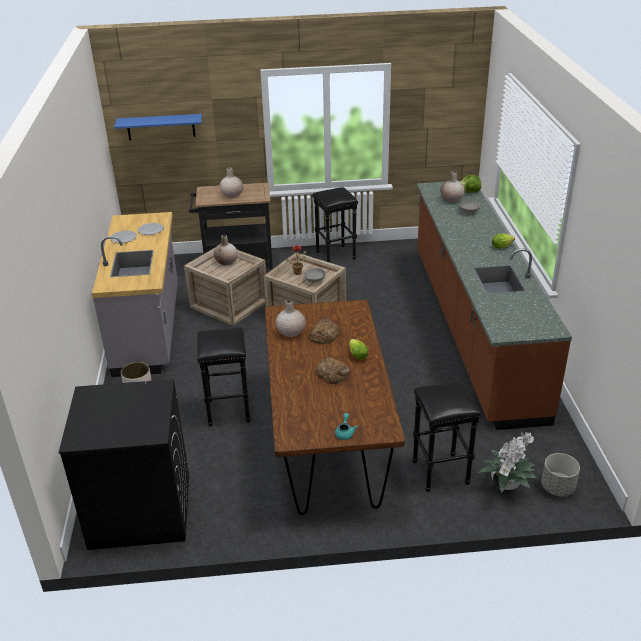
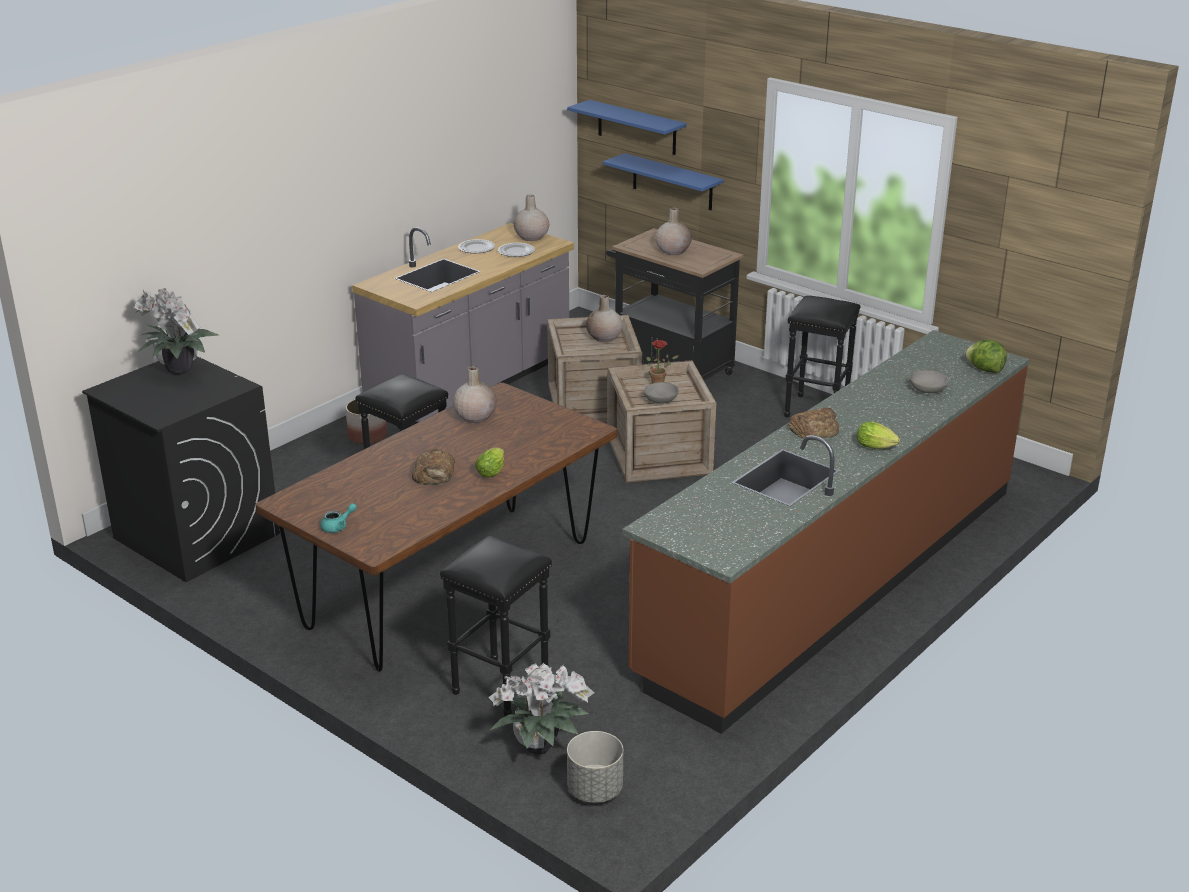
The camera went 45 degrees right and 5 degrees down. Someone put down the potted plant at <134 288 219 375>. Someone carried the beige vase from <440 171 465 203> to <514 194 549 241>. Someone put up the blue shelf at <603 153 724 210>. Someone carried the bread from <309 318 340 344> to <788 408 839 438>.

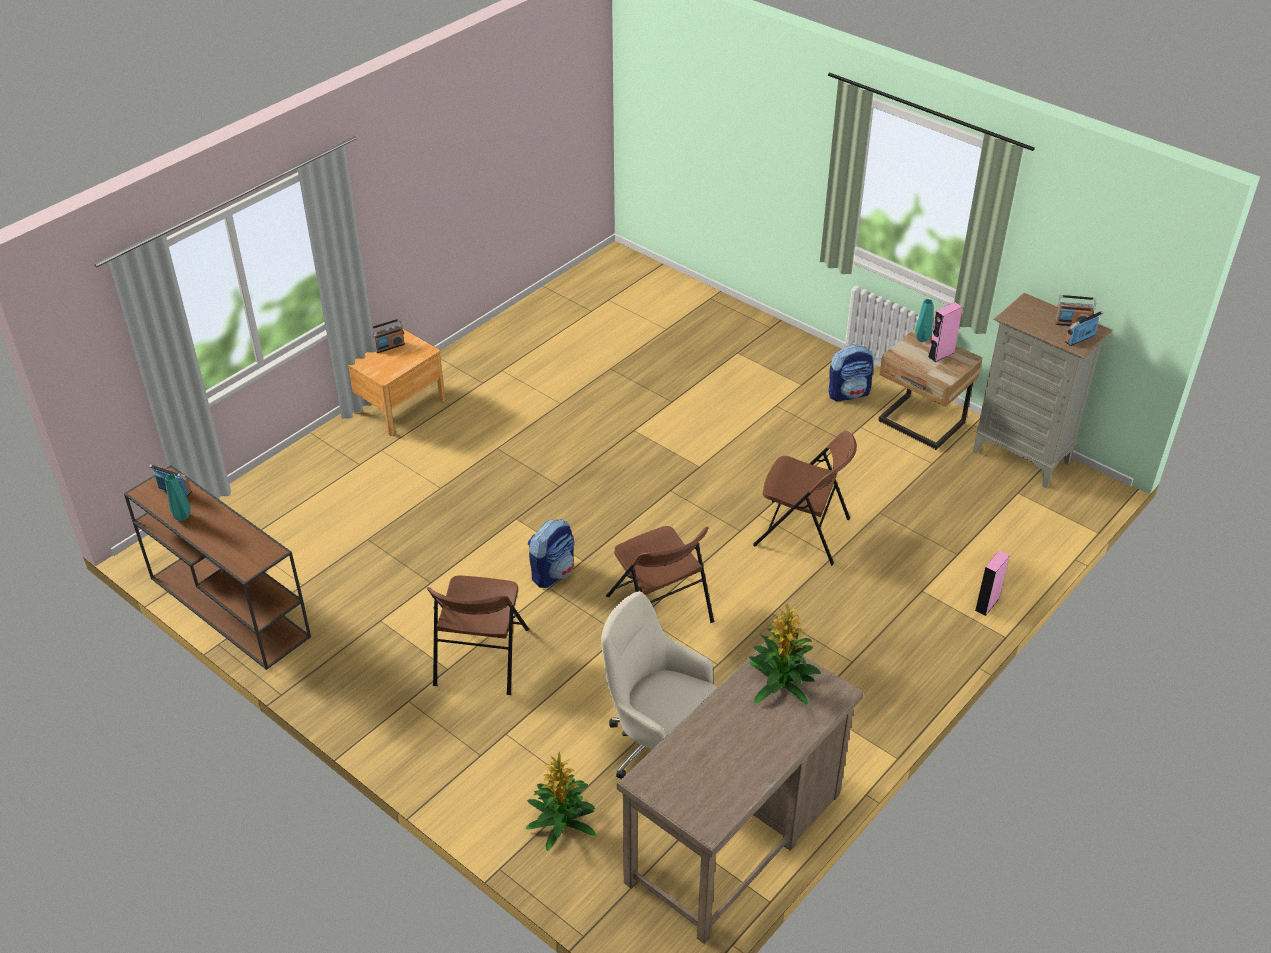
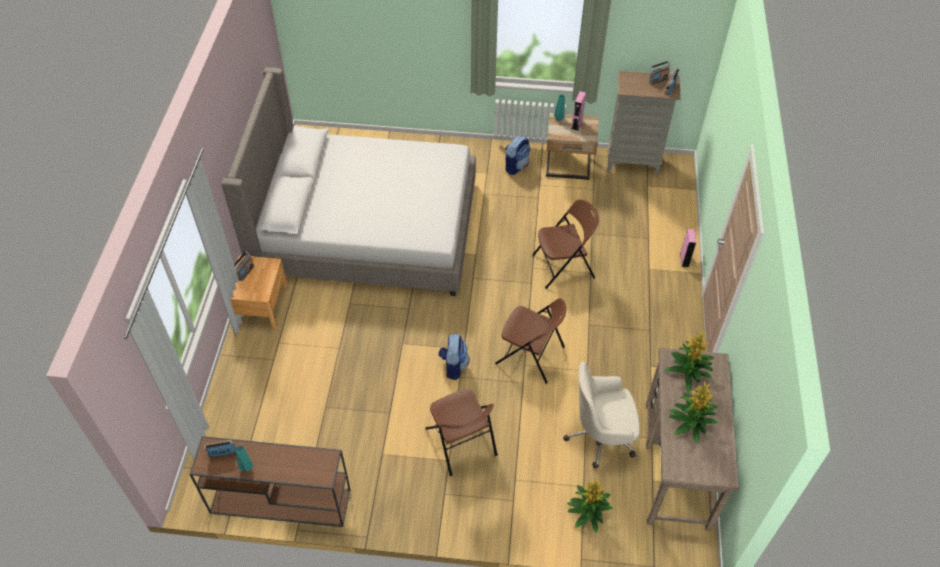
The camera went 35 degrees left and 10 degrees up. Someone put down the bed at <221 67 476 296>. Someone put down the potted plant at <669 381 718 444>.

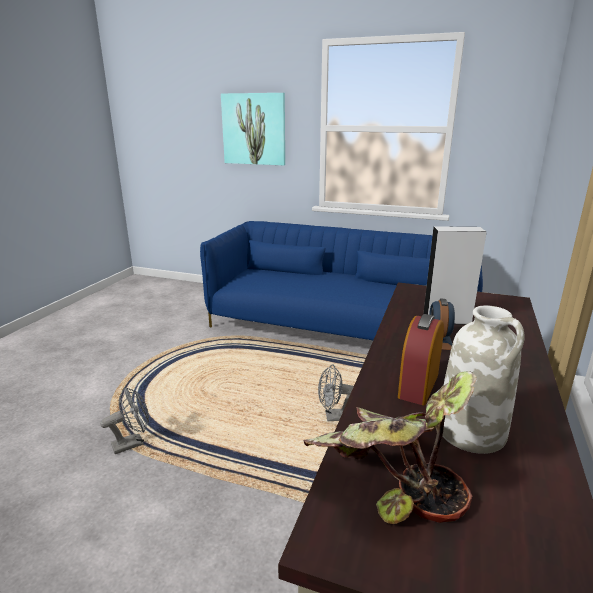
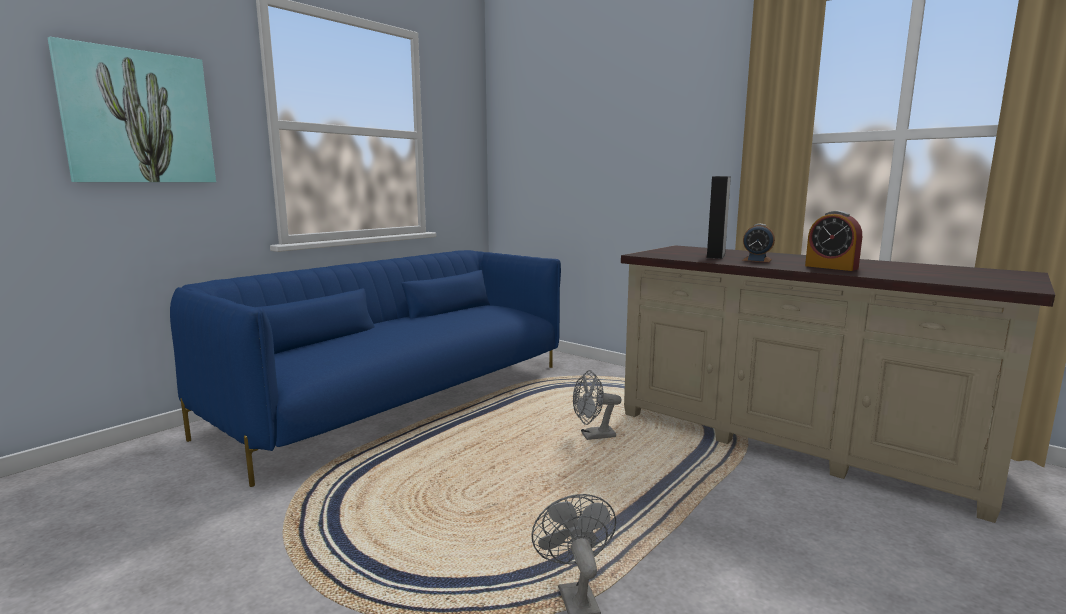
The camera went 70 degrees left and 10 degrees down. Someone rotated the grey fan at <318 364 354 421> by 60 degrees clockwise. Someone took away the potted plant at <304 371 476 524>. Someone took away the white vase at <442 305 524 454>.

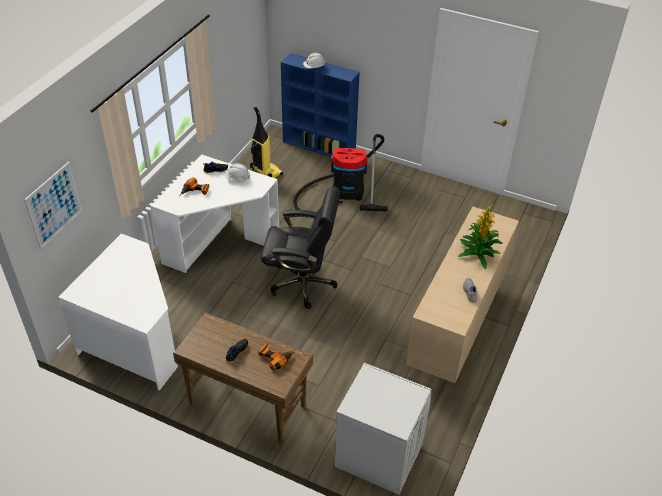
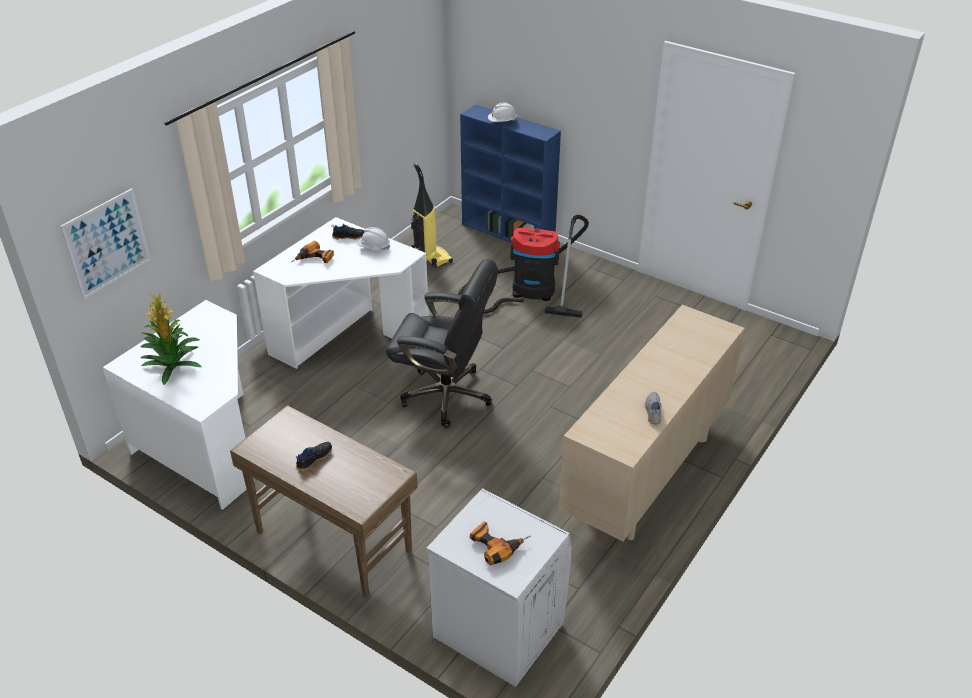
The camera went 10 degrees right and 5 degrees down. Someone carried the potted plant from <458 205 503 270> to <140 293 201 385>. Someone carried the power drill from <258 343 297 371> to <470 522 530 565>.

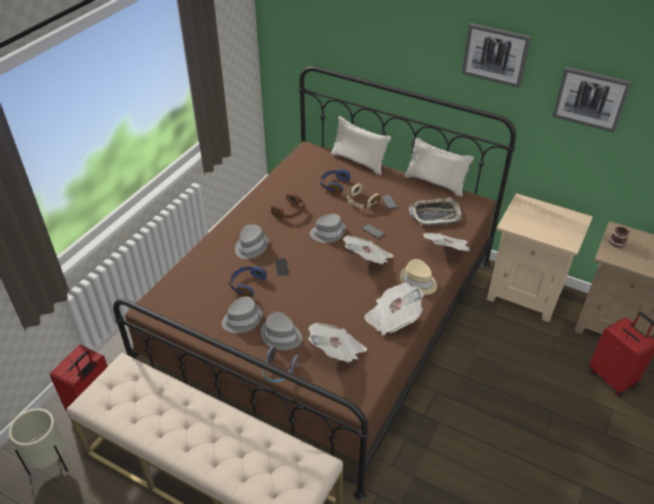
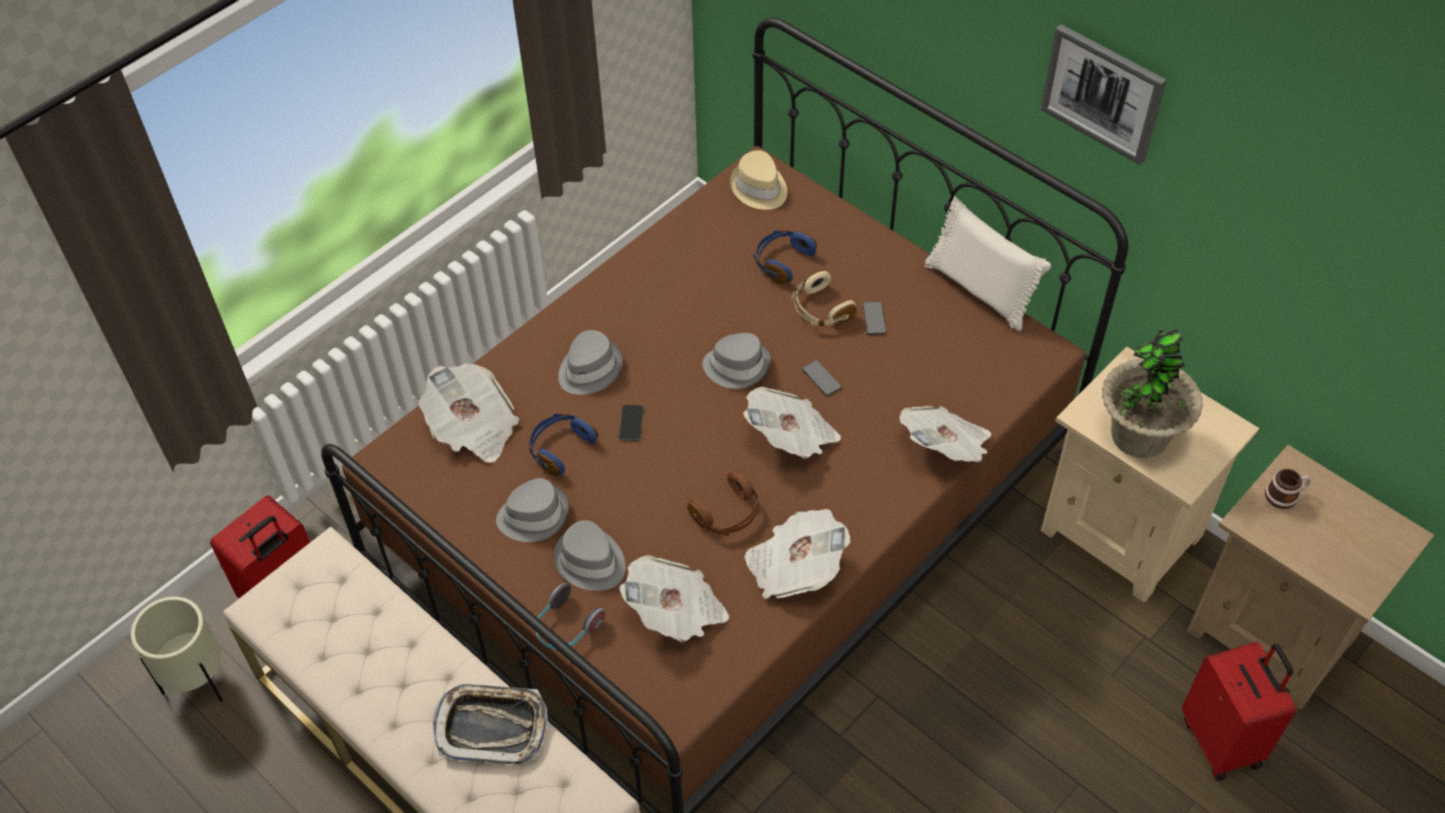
The camera went 15 degrees right and 10 degrees up. Someone put down the newspaper at <419 363 519 463>. Someone carried the tray from <409 197 462 225> to <433 684 548 764>. Someone carried the brown headphones from <271 192 306 219> to <687 471 760 536>. Someone carried the beige hat from <400 259 437 295> to <730 150 787 210>. Someone put down the potted plant at <1102 329 1203 458>. Someone took away the white pillow at <331 116 391 175>. Someone took away the picture at <552 67 632 133>.

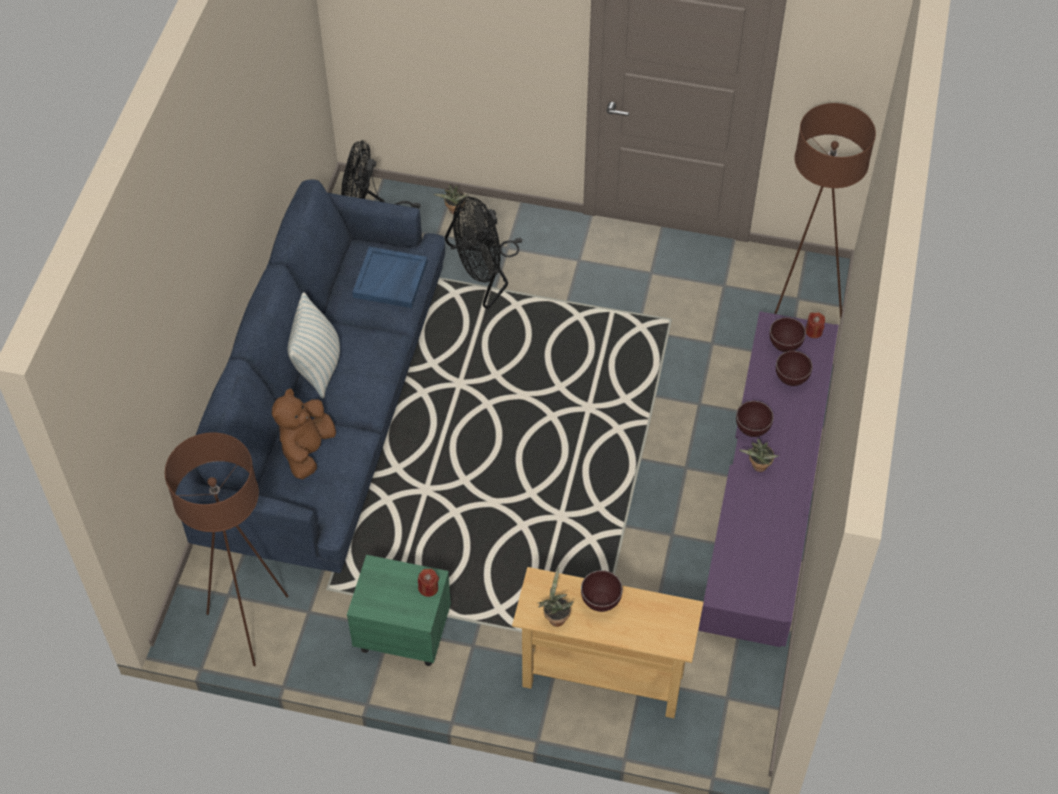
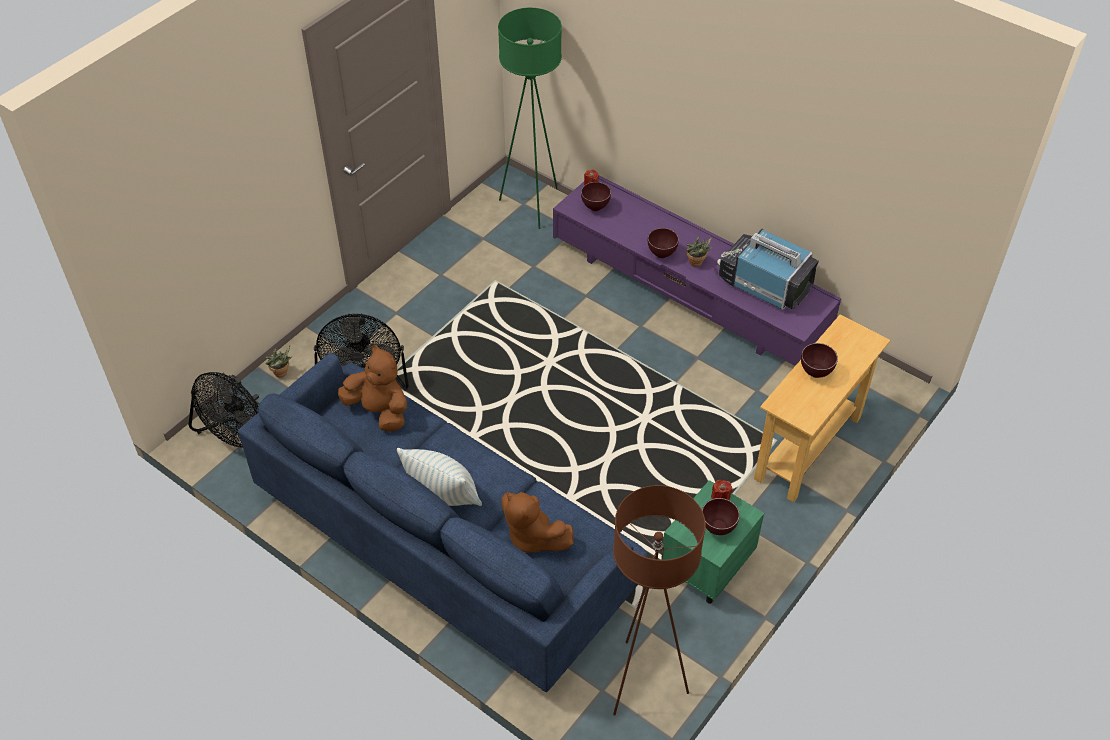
The camera went 65 degrees left and 5 degrees down. Someone swapped the blue tray at <352 247 428 308> for the brown plush toy at <338 345 407 432>. Someone repainted the brown floor lamp at <774 103 876 319>, which became the green floor lamp at <498 8 562 229>. Someone carried the brown bowl from <776 351 813 386> to <702 498 740 535>. Someone put down the television at <717 229 819 310>. Someone took away the potted plant at <538 567 573 627>.

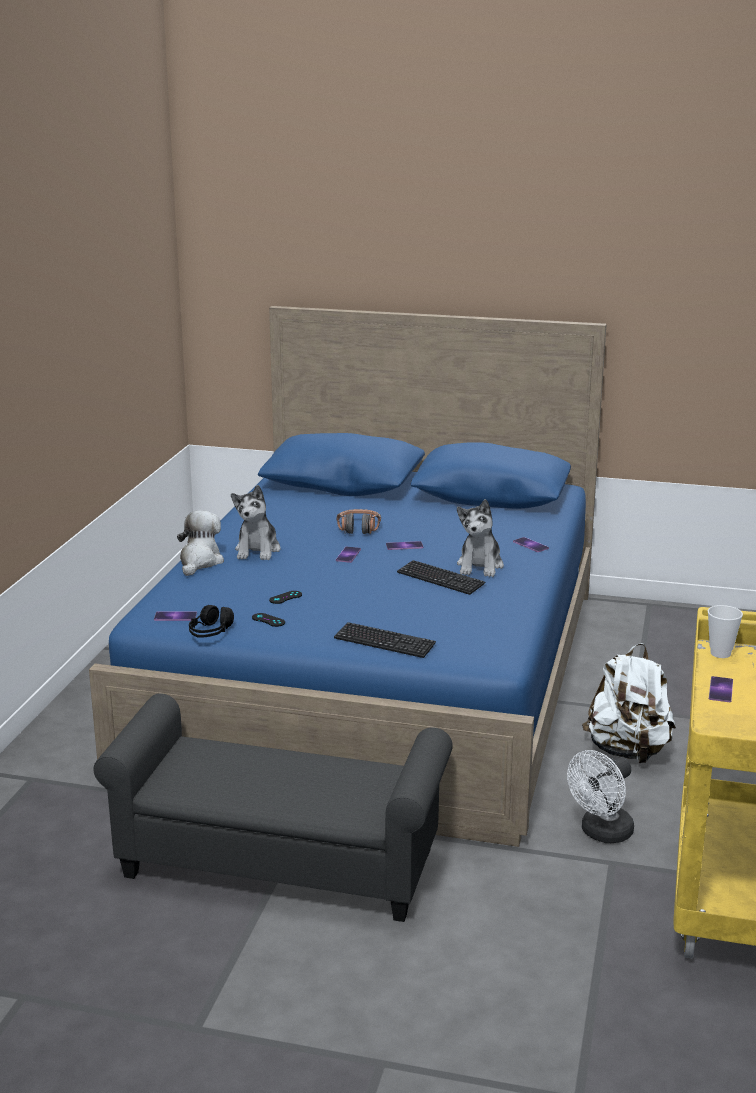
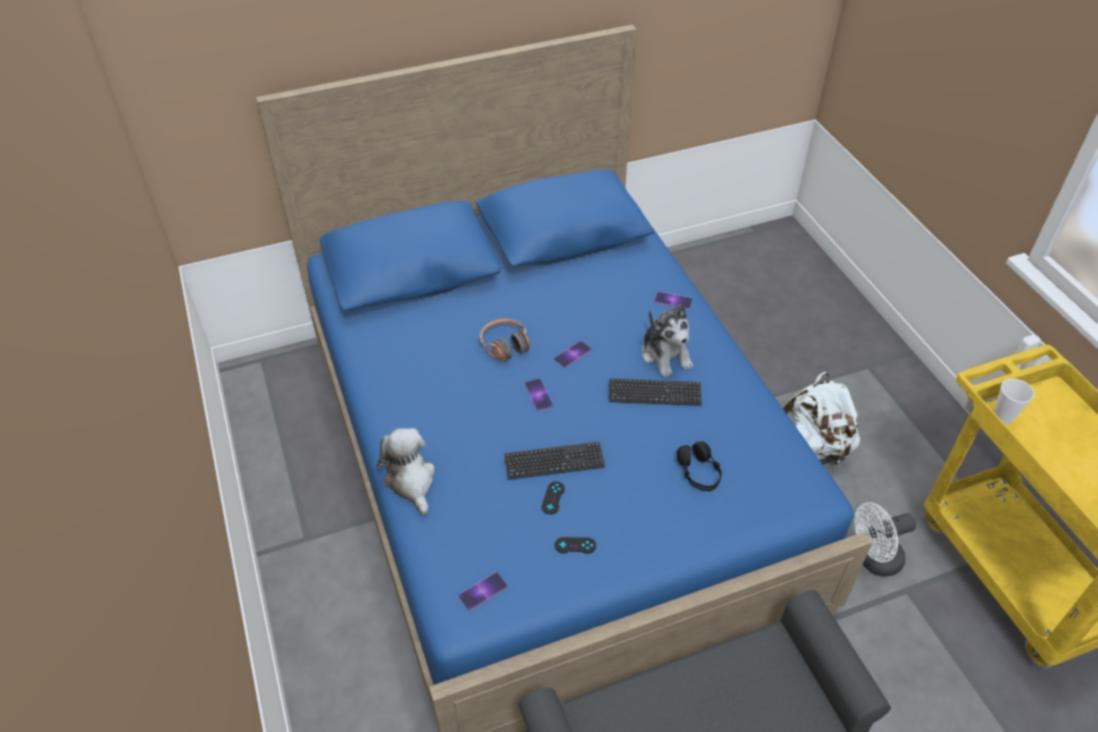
The camera went 35 degrees left and 25 degrees up. Someone carried the keyboard from <334 622 436 658> to <504 442 605 480>. Someone carried the black headphones from <189 605 234 638> to <677 441 722 491>. Someone rotated the white fan at <567 750 634 843> by 60 degrees clockwise. Someone took away the plush toy at <231 485 280 560>. Someone took away the phone at <709 676 733 702>.

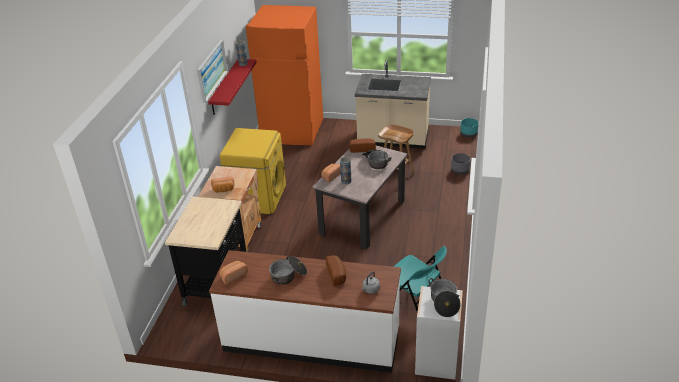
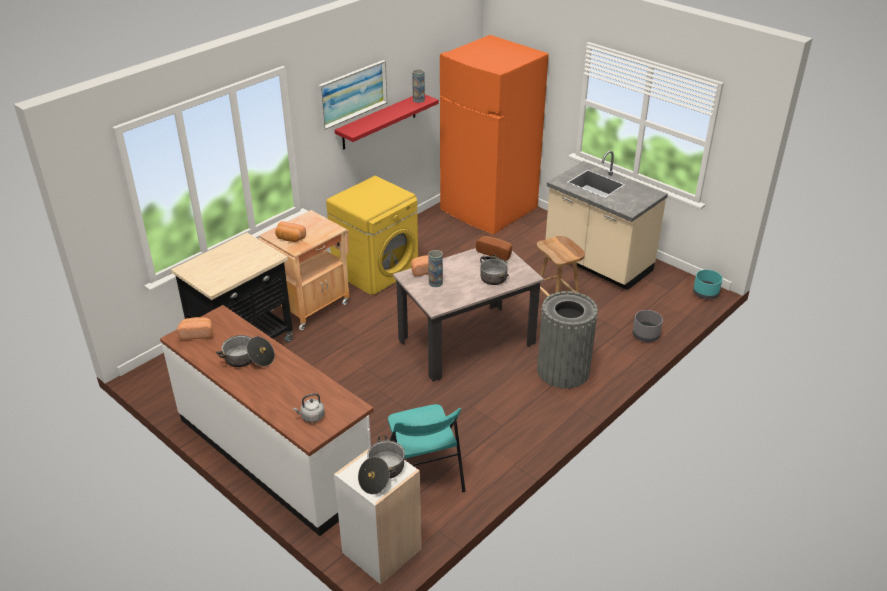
The camera went 30 degrees right and 0 degrees up. Someone put down the grey trash can at <537 291 598 389>. Someone took away the bread at <326 255 346 286>.

